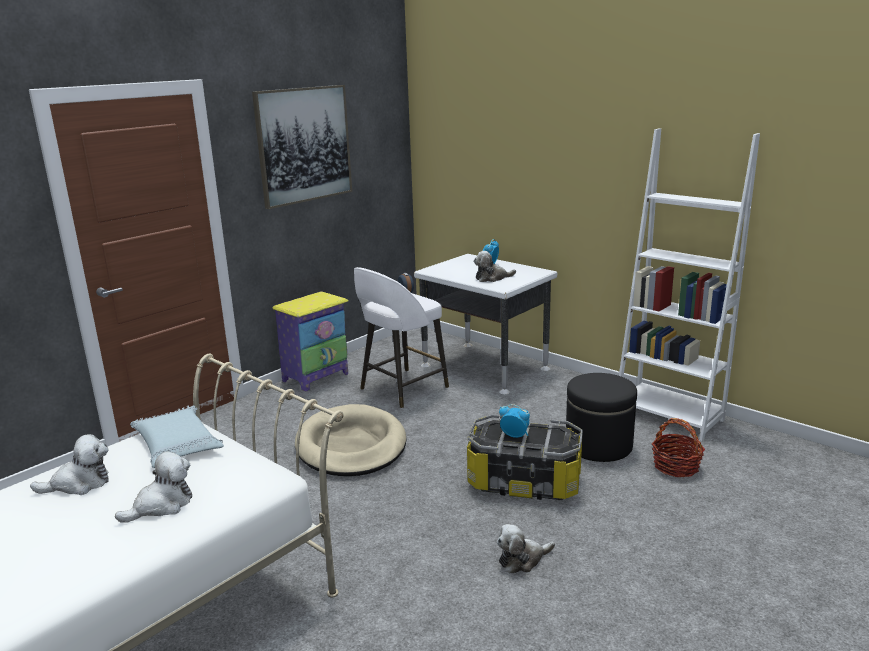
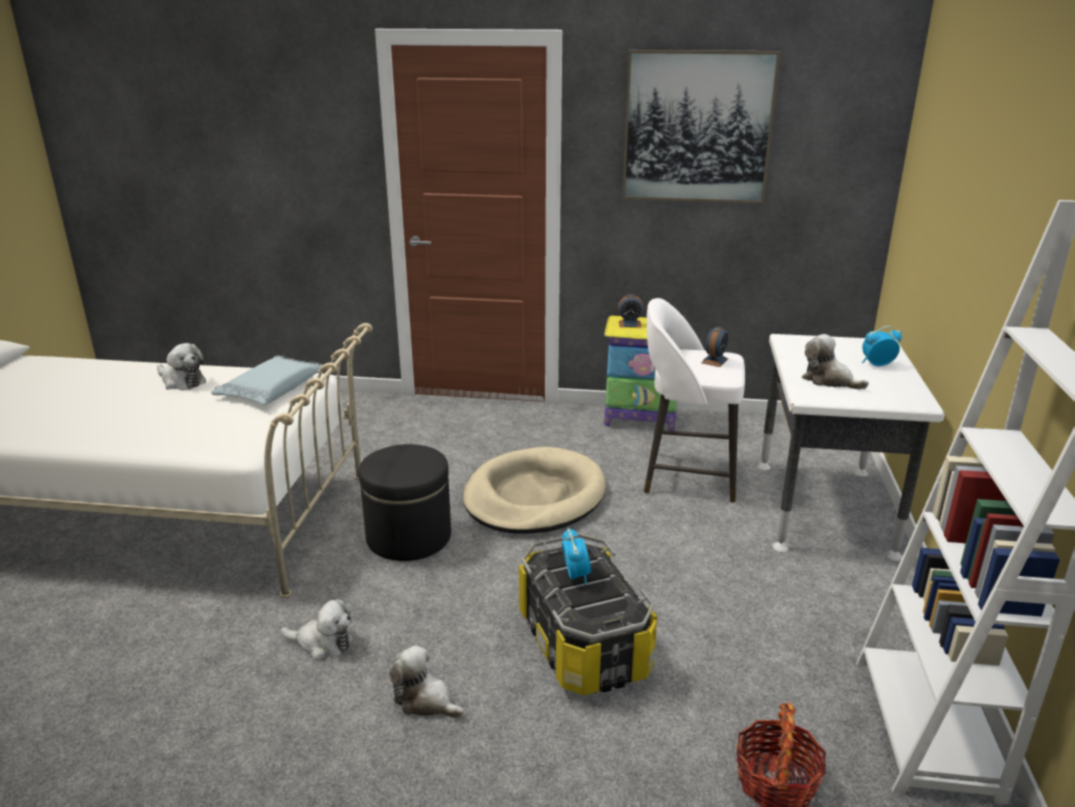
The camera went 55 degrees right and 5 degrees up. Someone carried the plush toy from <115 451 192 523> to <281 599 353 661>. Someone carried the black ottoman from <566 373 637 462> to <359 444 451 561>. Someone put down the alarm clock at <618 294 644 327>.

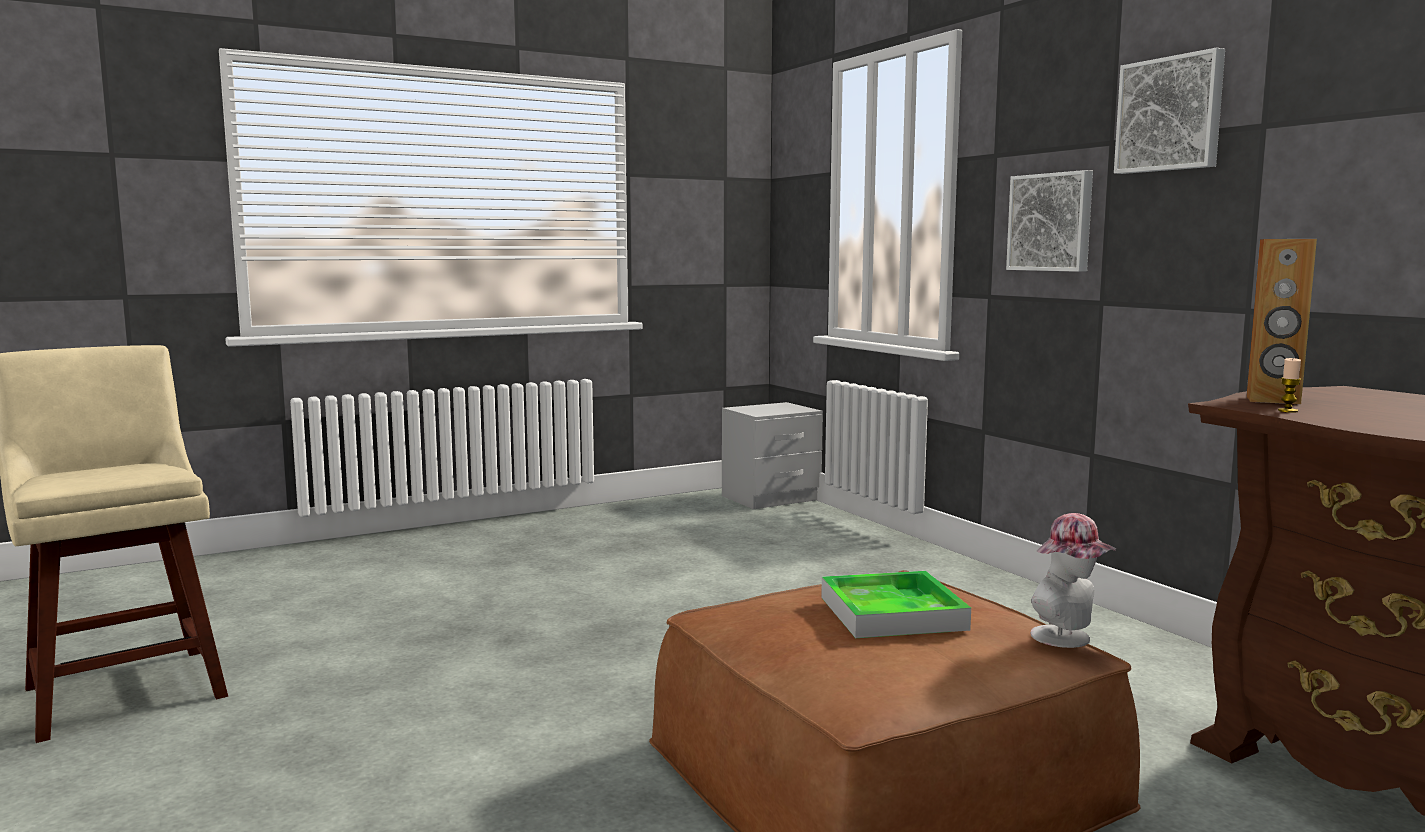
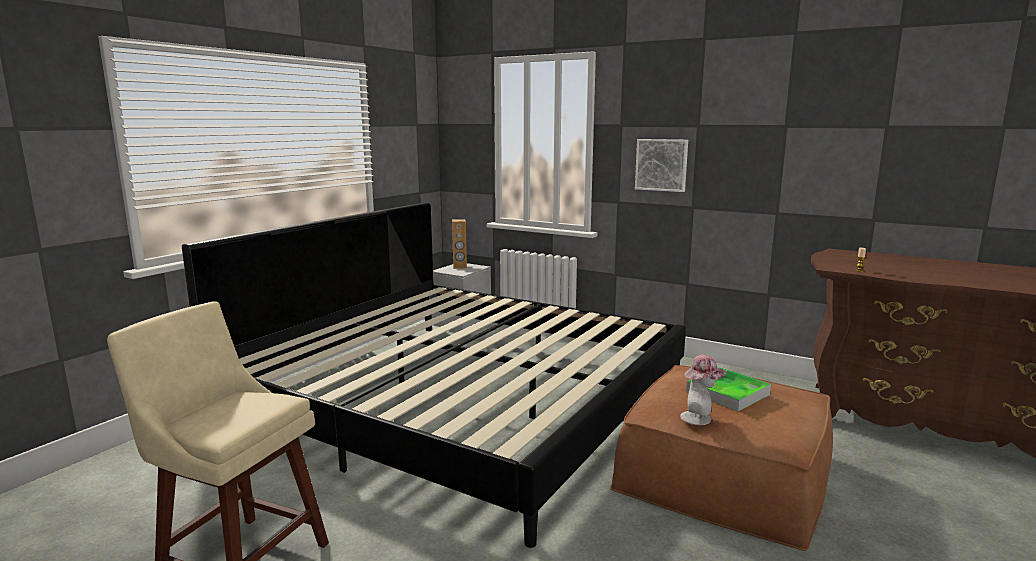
The camera went 30 degrees left and 5 degrees up. Someone put down the bed at <182 203 686 548>. Someone carried the brown speaker from <1246 239 1317 404> to <452 219 467 269>. Someone carried the hat from <1031 513 1116 648> to <680 354 727 425>. Someone took away the picture at <1114 48 1225 174>.

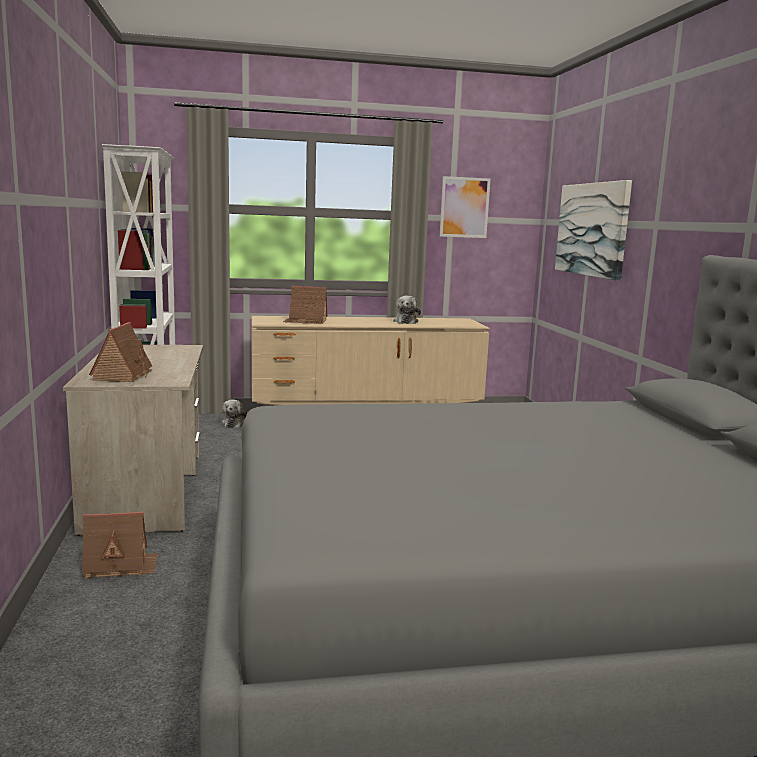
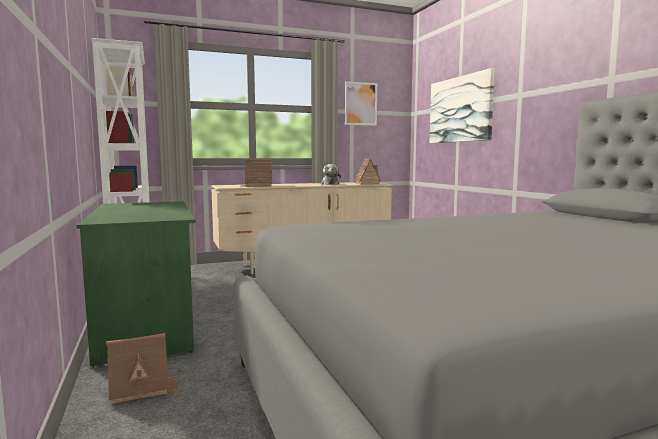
The camera went 10 degrees left and 5 degrees down. Someone repainted the beige desk at <63 345 203 536>, which became the green desk at <76 201 196 367>. Someone carried the toy house from <89 322 153 382> to <355 159 381 184>. Someone took away the plush toy at <221 399 247 428>.

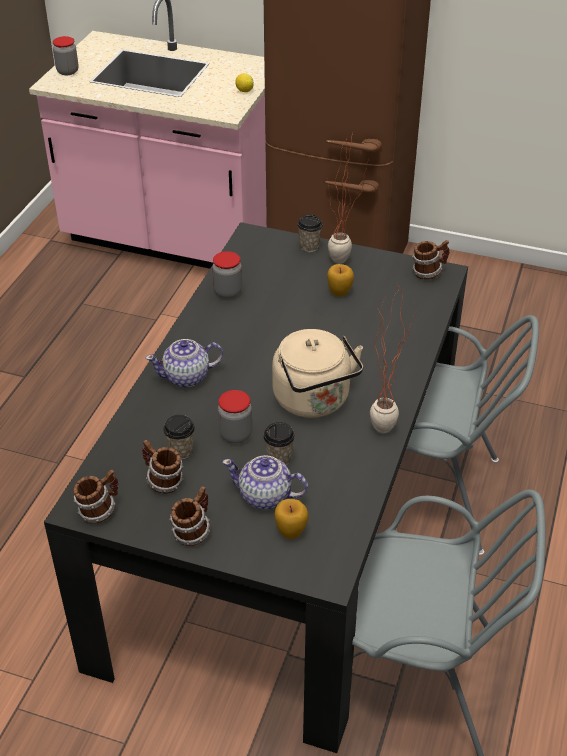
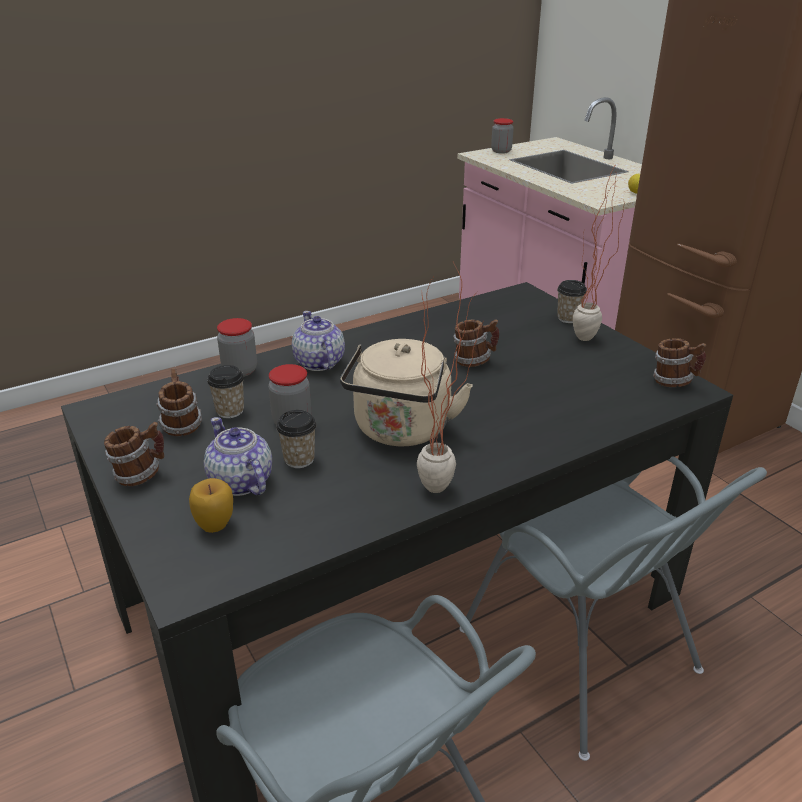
The camera went 40 degrees right and 10 degrees down. Someone carried the jar from <212 251 242 299> to <217 318 257 377>. Someone rotated the teapot at <145 339 223 387> by 45 degrees clockwise. Someone carried the mug from <73 470 118 524> to <453 319 499 367>. Someone took away the apple at <327 264 354 297>.

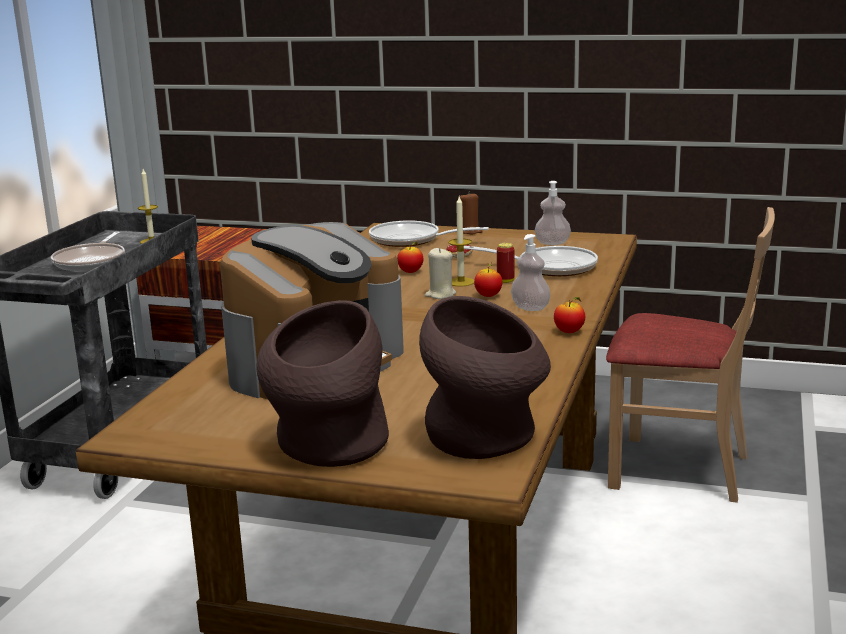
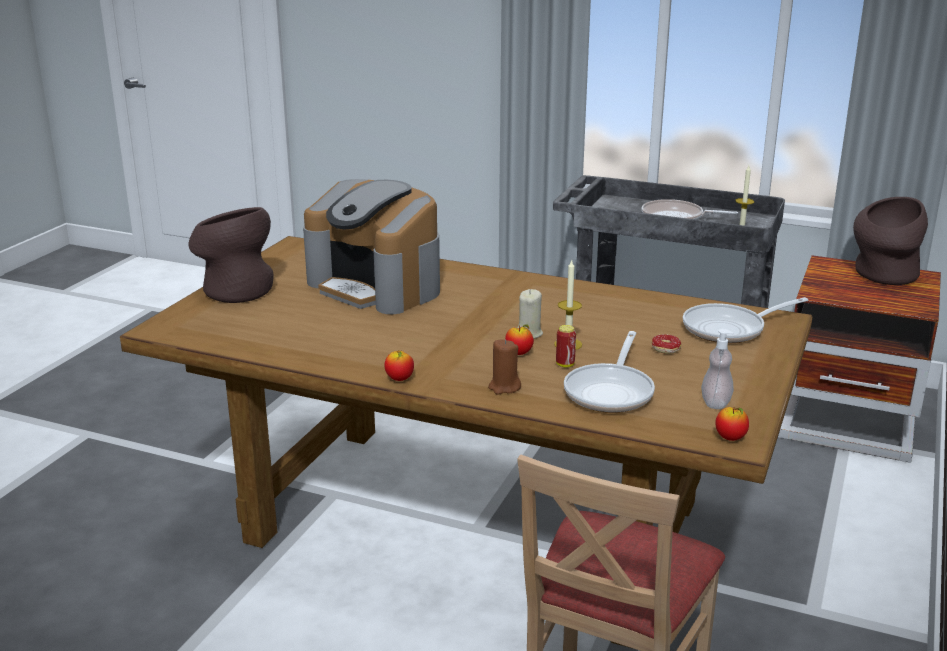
The camera went 95 degrees right and 5 degrees up. Someone carried the brown candle from <460 193 483 235> to <488 339 521 395>. Someone rotated the frying pan at <369 220 489 247> by 135 degrees counterclockwise. Someone carried the apple from <397 242 423 273> to <715 407 749 441>. Someone carried the brown vase from <419 296 551 459> to <853 197 928 285>. Someone took away the soap dispenser at <511 234 550 311>.

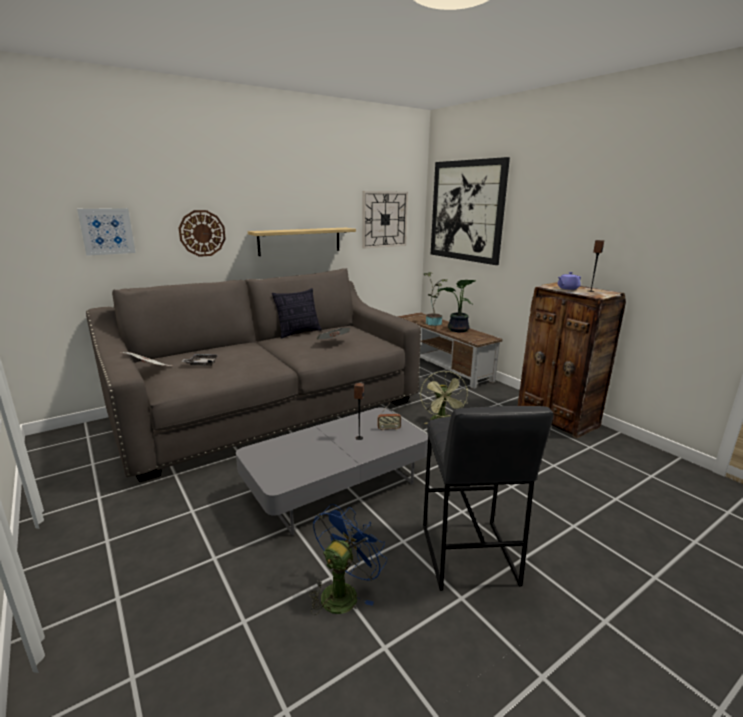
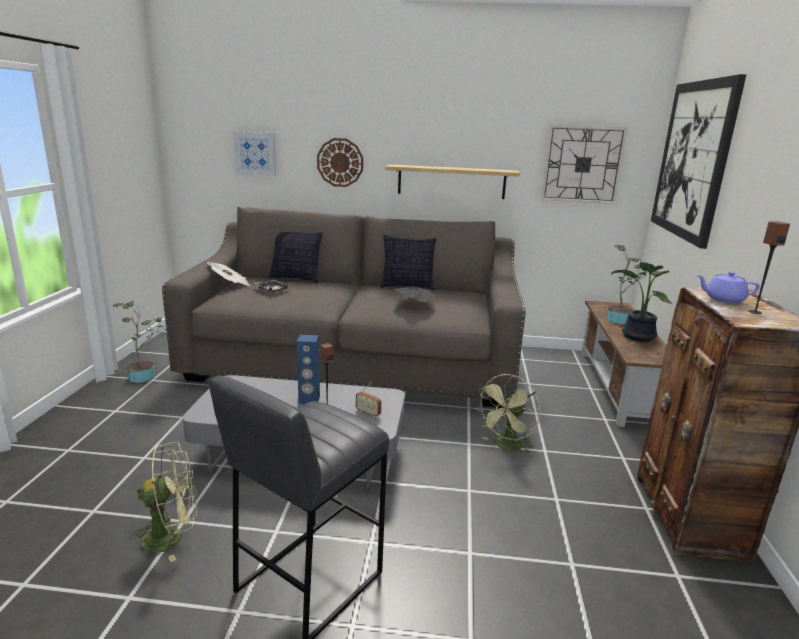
The camera went 40 degrees right and 0 degrees up. Someone put down the potted plant at <113 301 164 383>. Someone repainted the blue fan at <309 504 387 615>, which became the green fan at <130 442 197 562>. Someone put down the pillow at <269 232 323 283>. Someone put down the blue speaker at <297 335 320 404>.

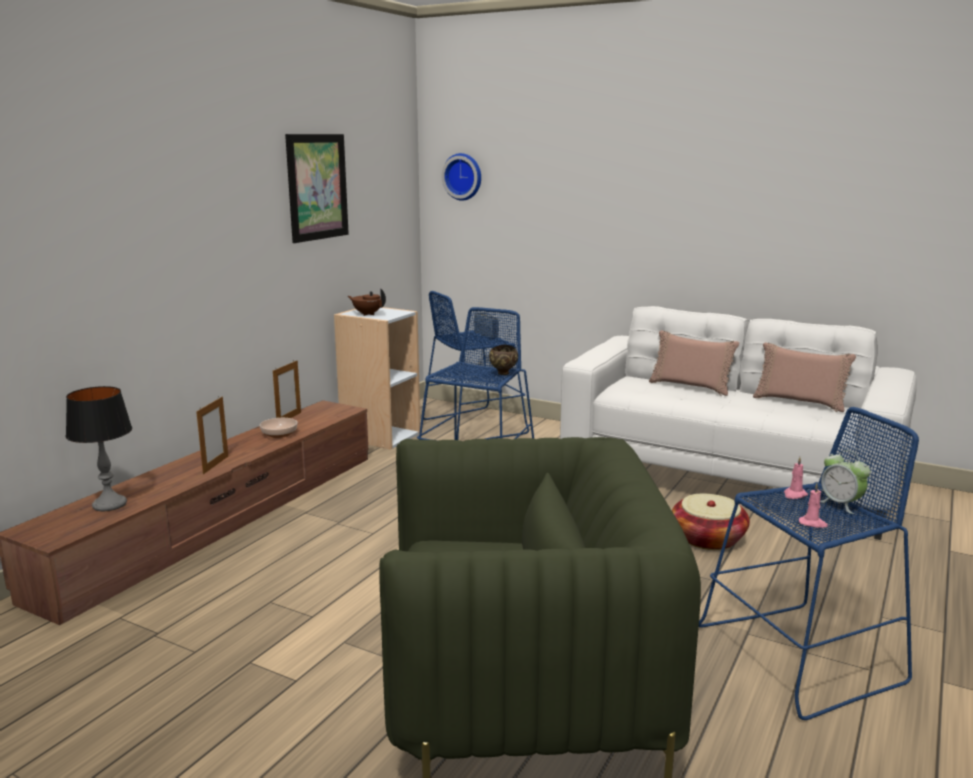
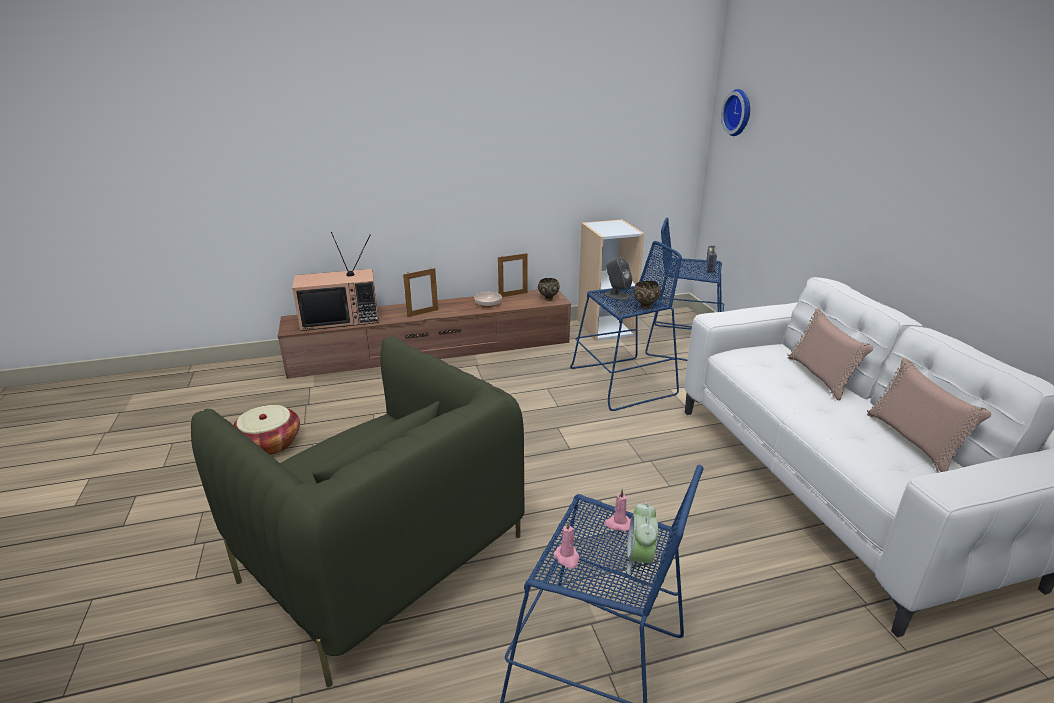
The camera went 45 degrees right and 10 degrees up. Someone carried the basket from <672 494 750 550> to <233 405 300 455>. Someone swapped the table lamp at <66 386 132 511> for the television at <292 232 379 331>. Someone put down the brown bowl at <538 278 560 301>. Someone put down the grey speaker at <604 257 632 301>. Someone took away the picture at <285 134 349 243>. Someone took away the brown teapot at <348 288 386 316>.

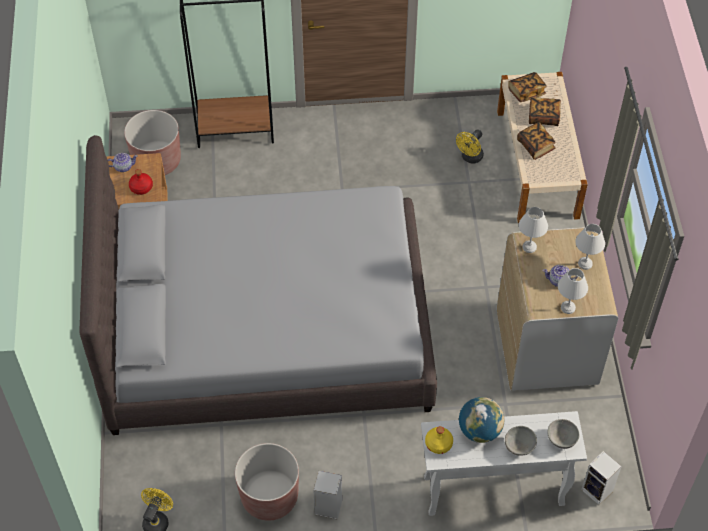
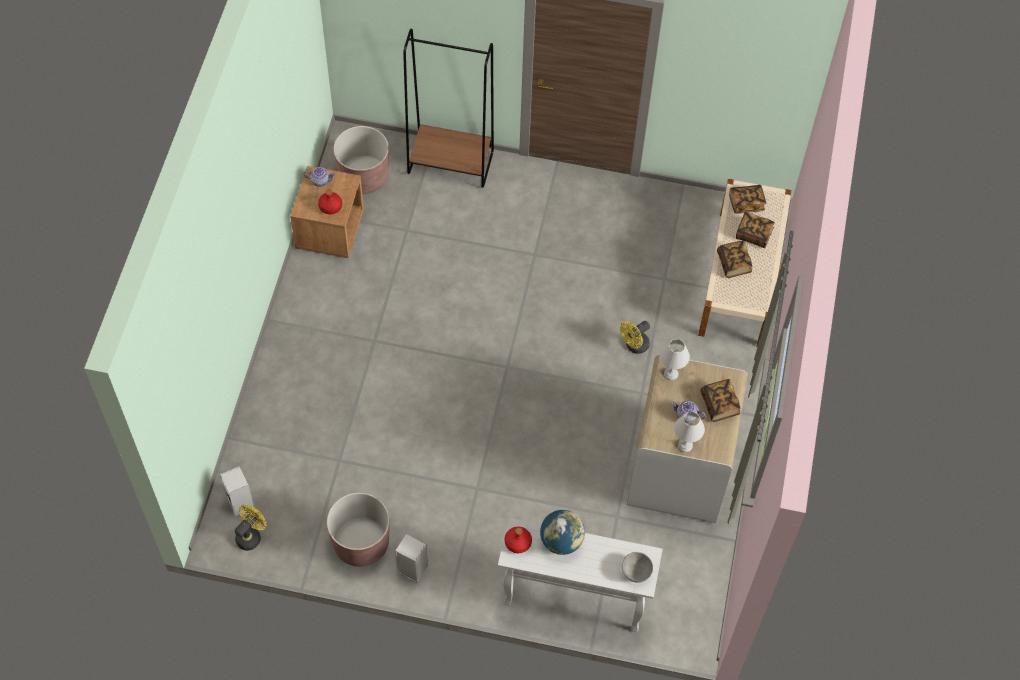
The camera went 15 degrees right and 5 degrees up. Someone carried the speaker from <582 451 622 505> to <220 466 255 516>. Someone repainted the yellow bottle at <425 426 453 454>, which became the red bottle at <505 526 532 553>. Someone carried the yellow fan from <456 129 484 164> to <620 321 650 354>. Someone swapped the white table lamp at <575 224 605 270> for the book at <700 379 741 422>. Someone took away the grey bed at <79 135 437 435>. Someone took away the grey bowl at <505 426 537 456>.

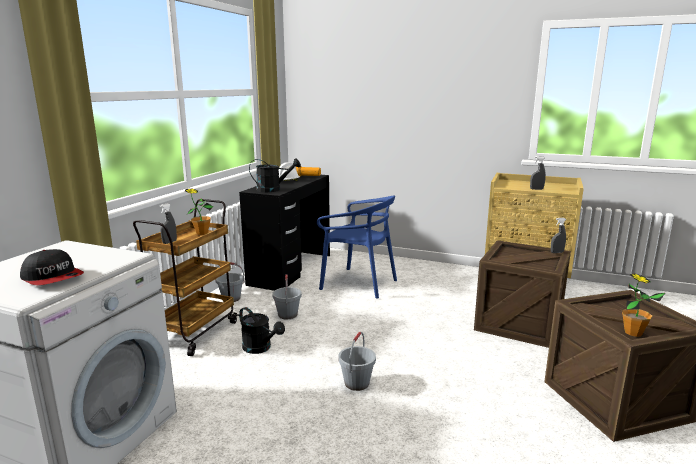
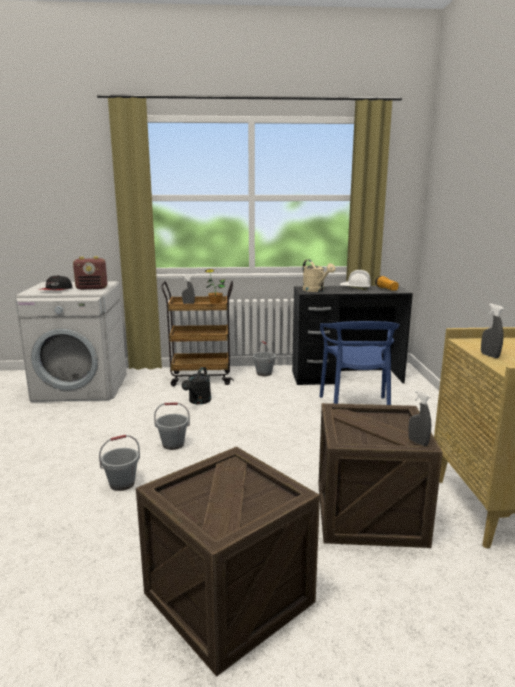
The camera went 65 degrees right and 0 degrees up. Someone put down the radio at <73 256 107 290>. Someone carried the grey bucket from <272 274 302 319> to <99 435 140 491>. Someone repainted the black watering can at <249 159 301 192>, which became the beige watering can at <303 260 335 292>. Someone took away the potted plant at <622 273 665 337>.

